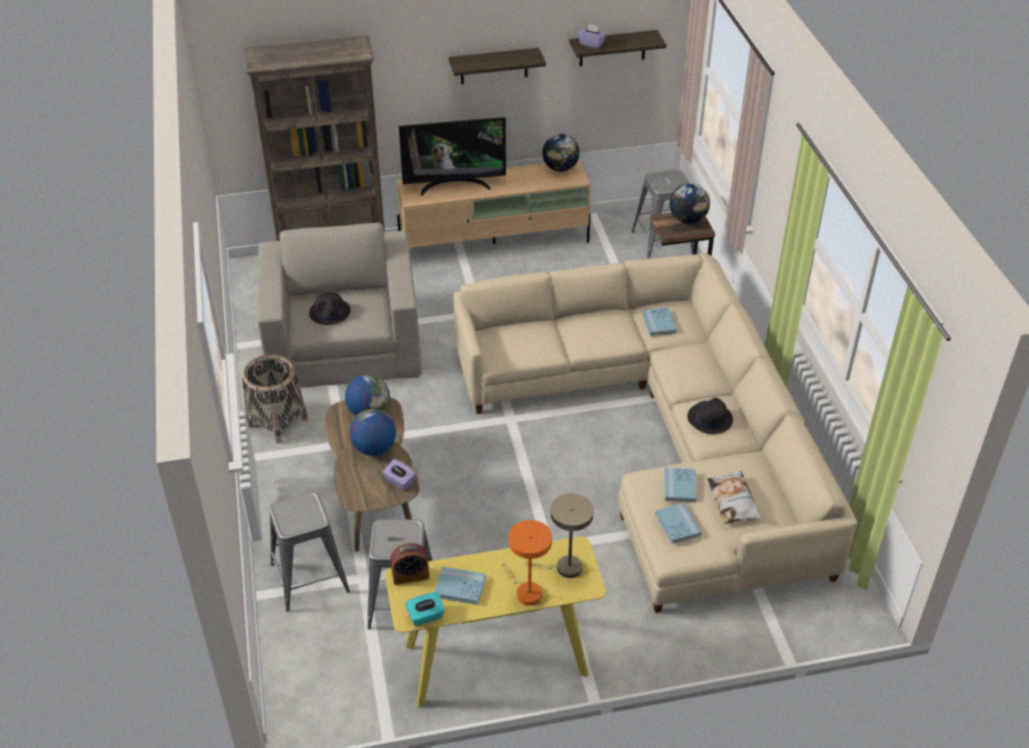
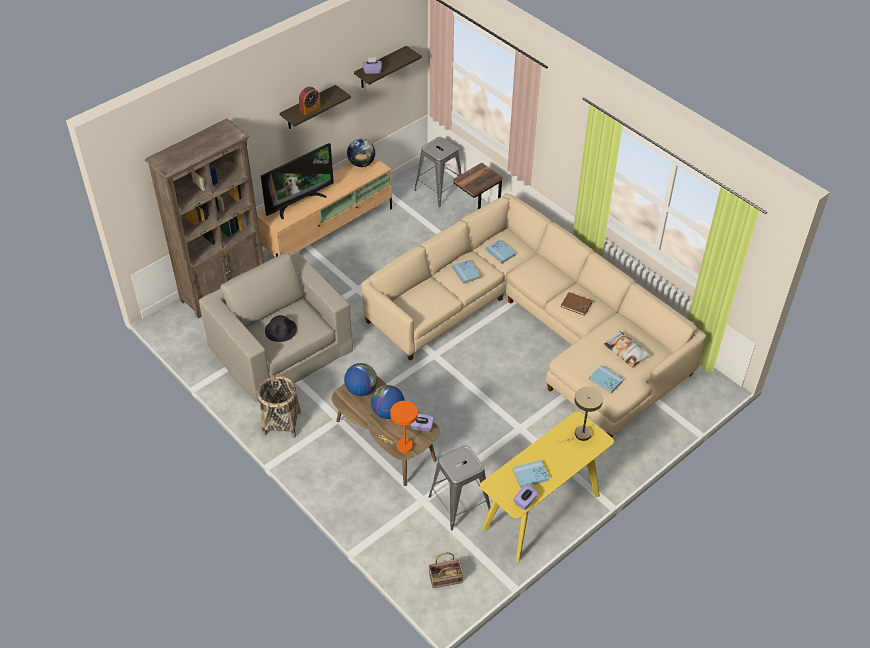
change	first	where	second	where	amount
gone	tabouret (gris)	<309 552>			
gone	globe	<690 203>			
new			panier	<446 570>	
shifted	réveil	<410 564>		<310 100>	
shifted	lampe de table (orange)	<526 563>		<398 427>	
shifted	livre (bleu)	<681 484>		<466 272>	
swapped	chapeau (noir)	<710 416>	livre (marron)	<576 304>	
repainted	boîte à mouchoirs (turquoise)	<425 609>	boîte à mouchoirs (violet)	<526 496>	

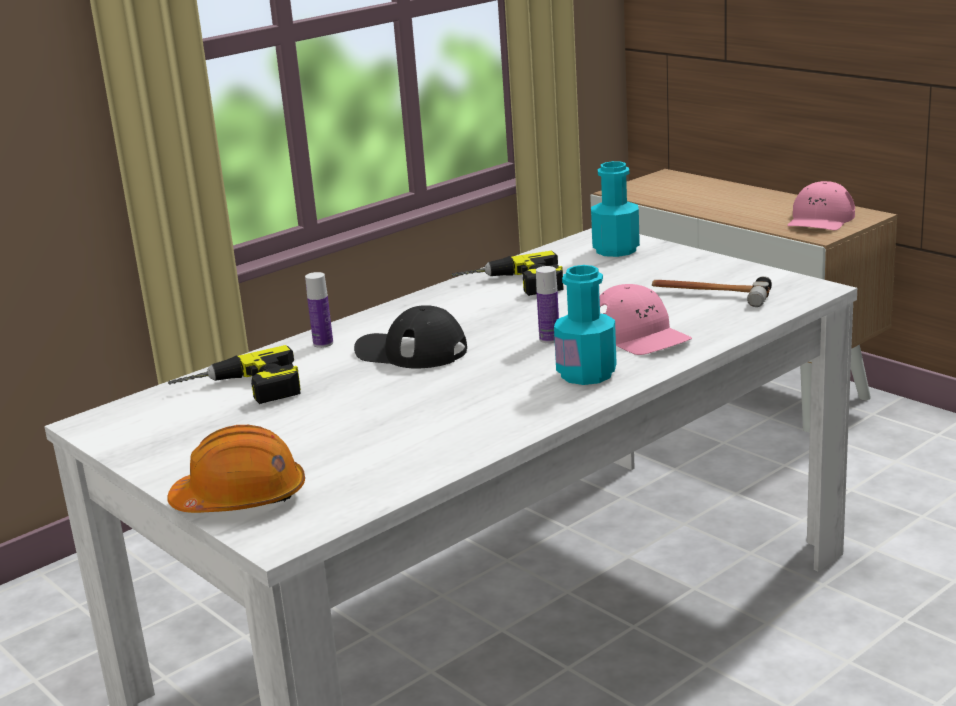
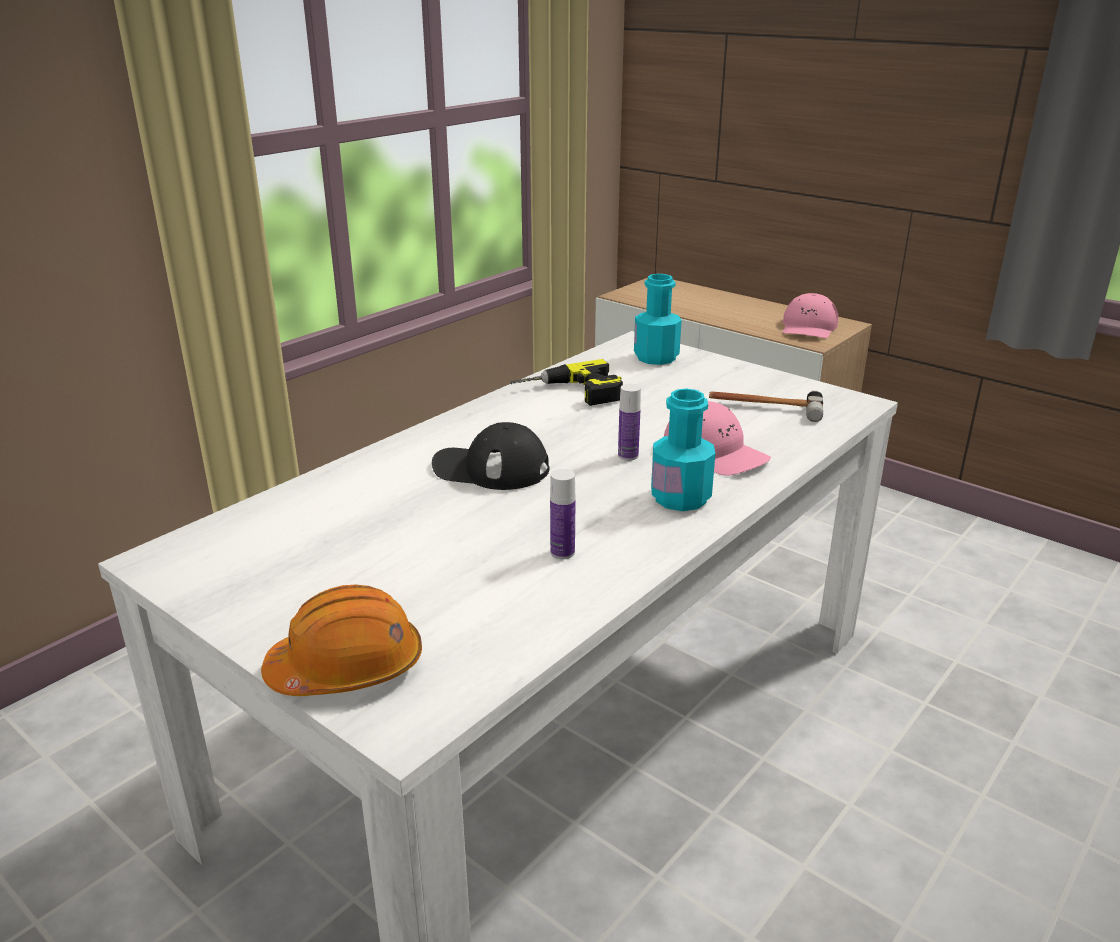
change	first	where	second	where	amount
gone	perceuse	<234 374>			
shifted	bouteille	<319 310>		<563 514>	

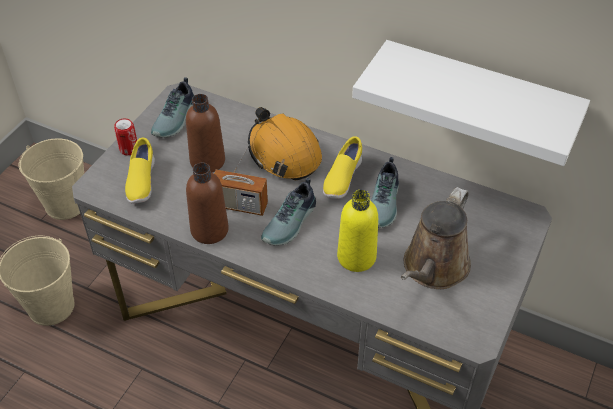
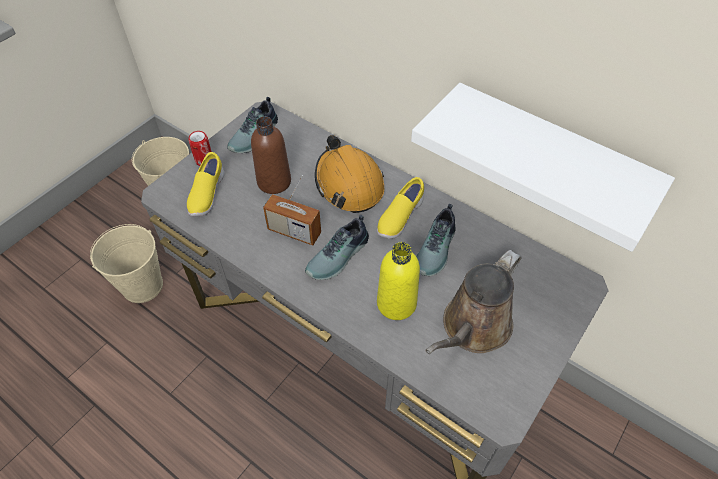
change	first	where	second	where	amount
gone	bouteille (marron)	<207 203>			

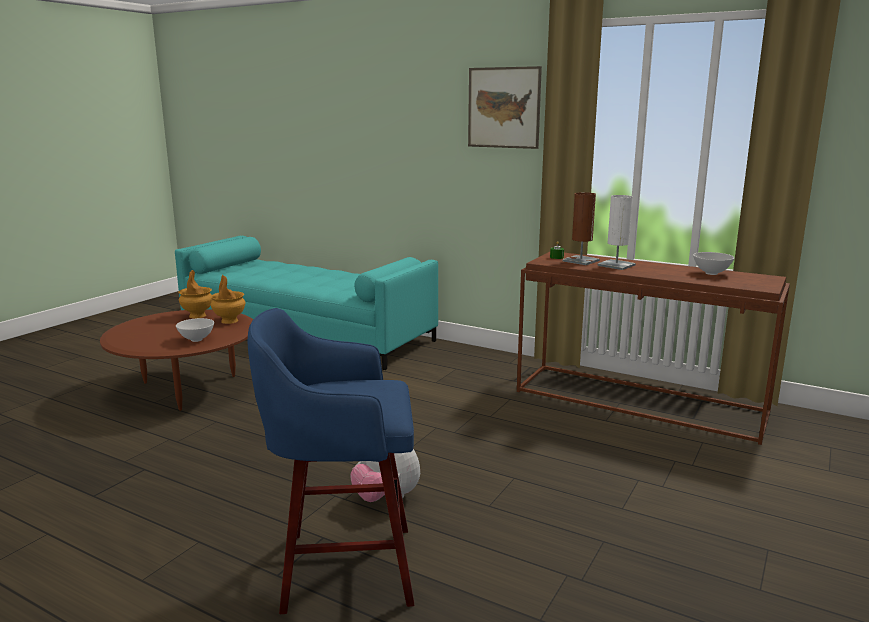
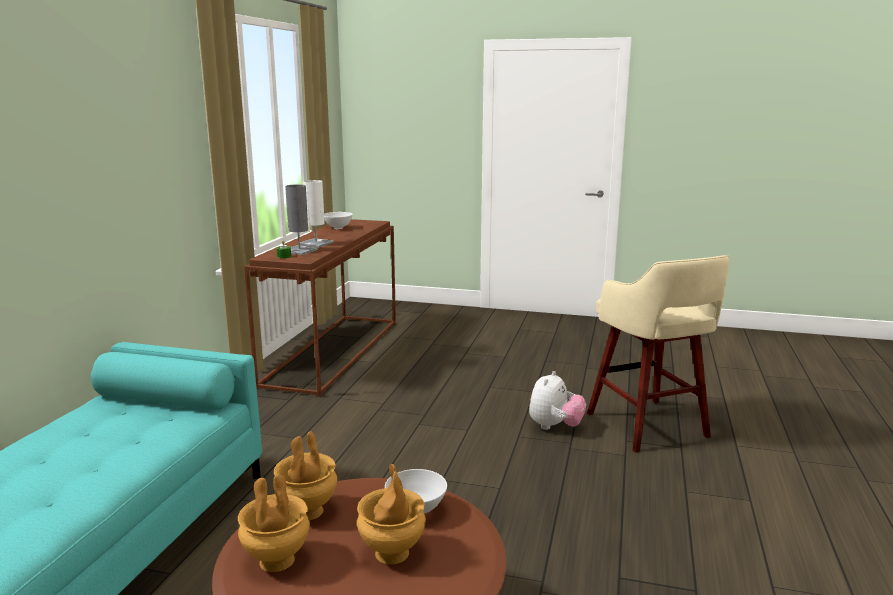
change	first	where	second	where	amount
gone	tableau	<505 107>			
new			vase (marron)	<391 514>	
repainted	tabouret (bleu)	<331 461>	tabouret (beige)	<658 354>	
repainted	lampe de table (marron)	<581 228>	lampe de table (gris)	<301 220>	

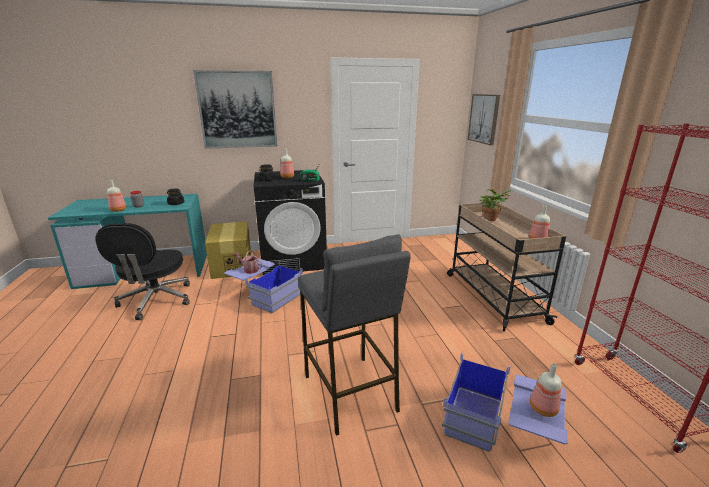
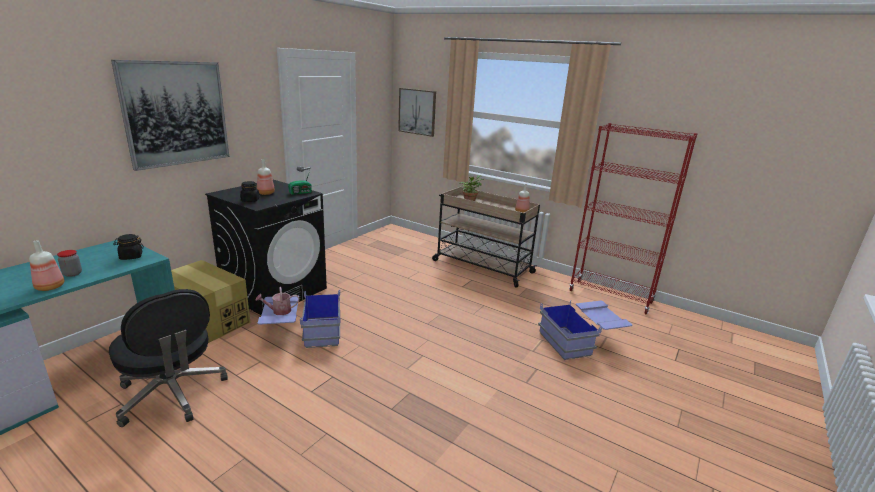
change	first	where	second	where	amount
gone	tabouret (gris)	<354 335>			
gone	bouteille	<546 390>			

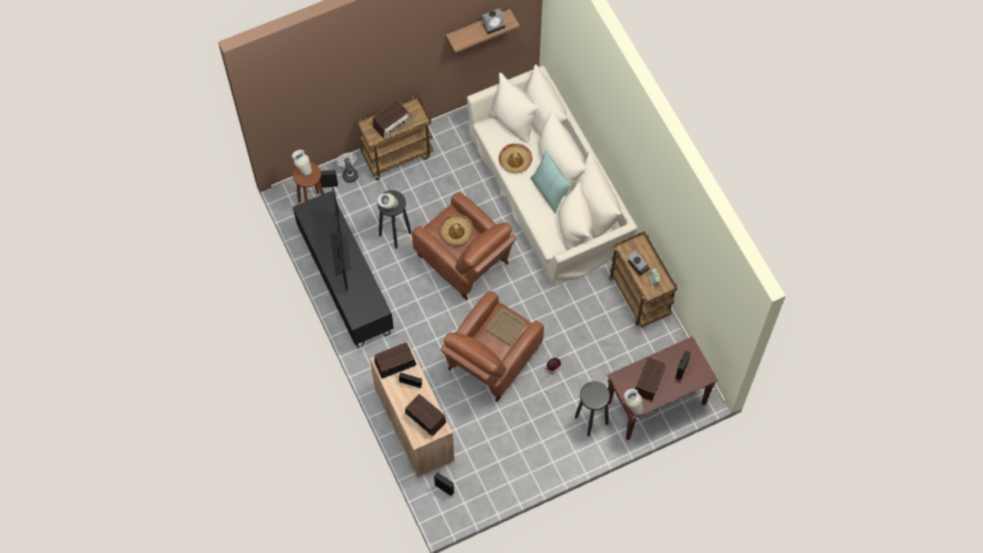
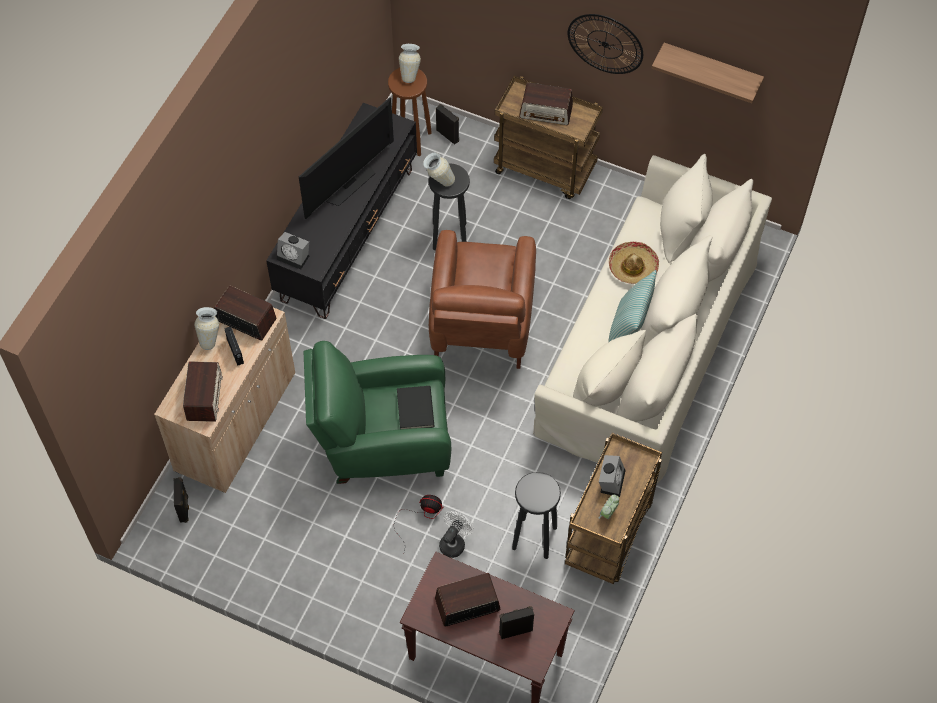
change	first	where	second	where	amount
gone	chapeau	<456 229>			
new			horloge murale	<605 44>	
shifted	ventilateur (blanc)	<347 168>		<456 534>	
shifted	réveil	<493 21>		<293 250>	
shifted	tabouret (noir)	<592 408>		<536 515>	
shifted	vase	<633 402>		<206 328>	
swapped	plateau (beige)	<506 326>	livre (noir)	<415 407>	
repainted	fauteuil (marron)	<492 346>	fauteuil (vert)	<377 412>	

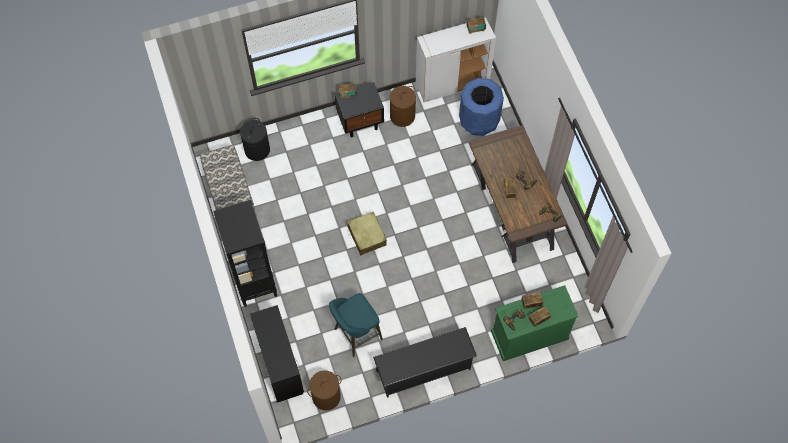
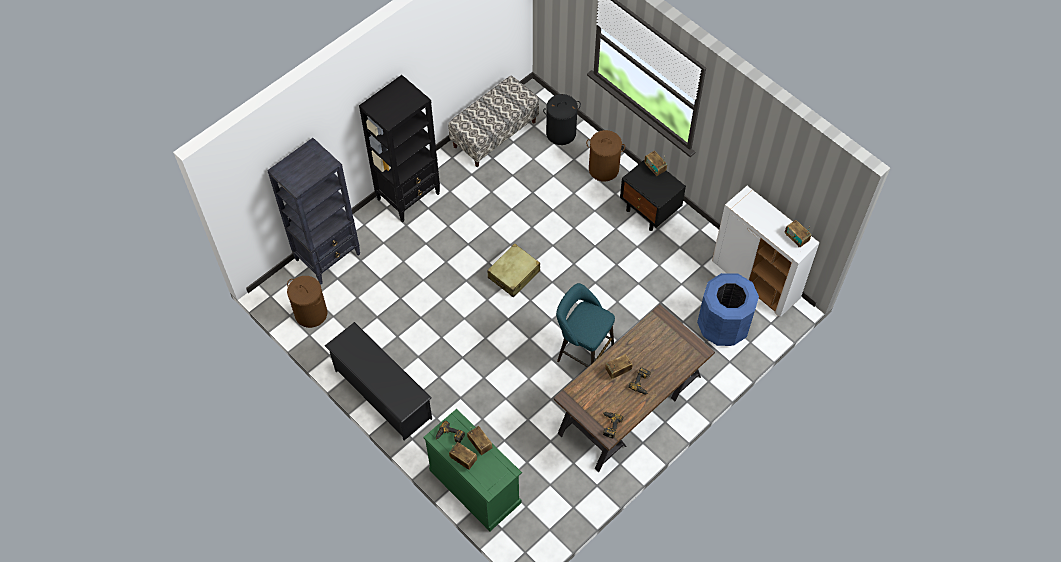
change	first	where	second	where	amount
shifted	tabouret (turquoise)	<356 325>		<585 325>	
shifted	panier à linge (marron)	<403 106>		<605 156>	
swapped	bureau (noir)	<277 354>	bibliothèque (noir)	<313 211>	

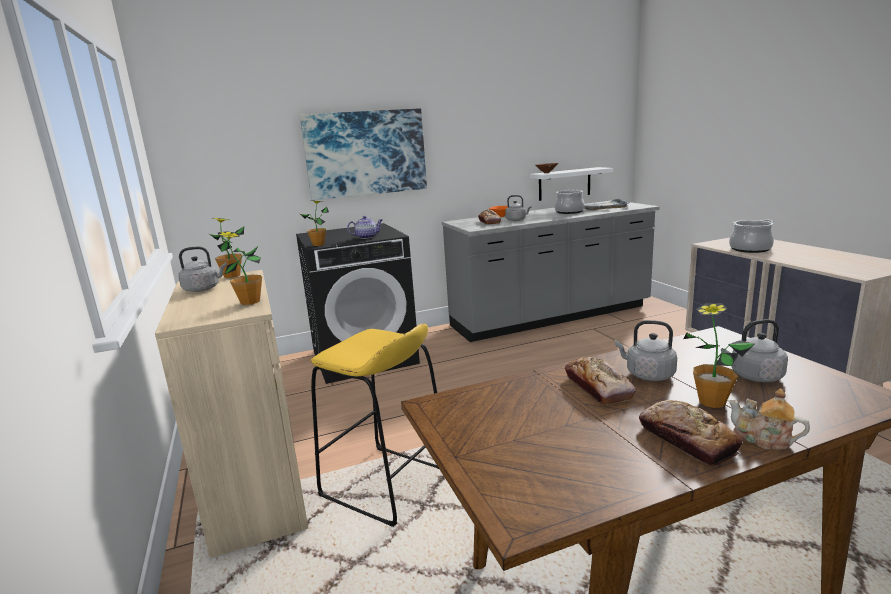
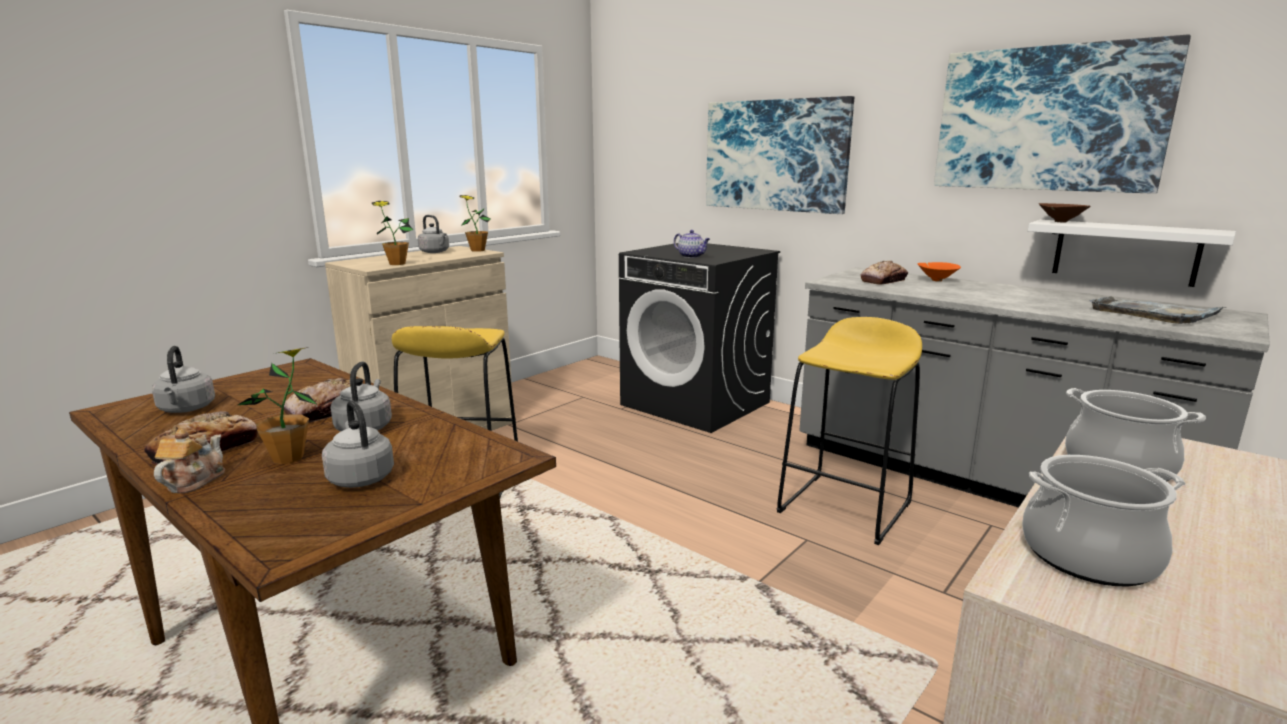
change	first	where	second	where	amount
gone	plante en pot	<314 223>			
new			tabouret (jaune)	<849 431>	
new			tableau	<1062 114>	
shifted	bouilloire (gris)	<518 208>		<183 379>	
shifted	marmite	<569 201>		<1104 520>	

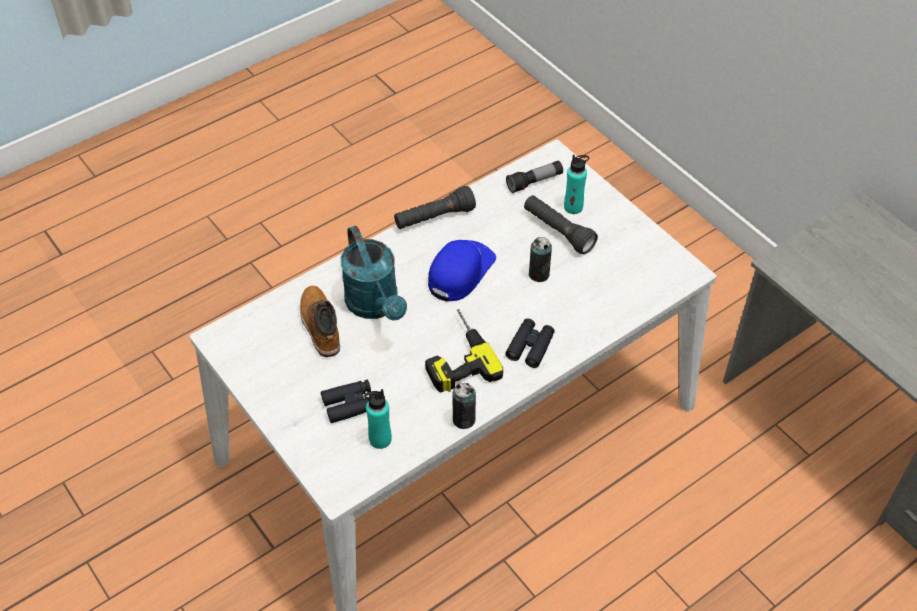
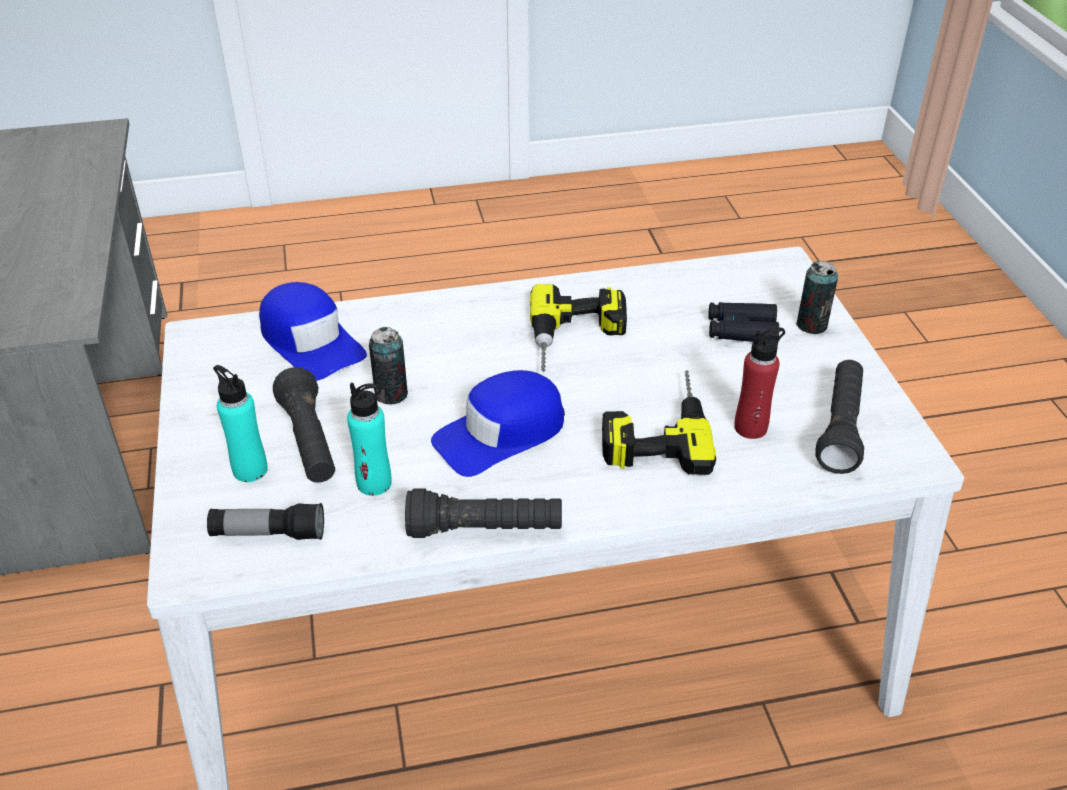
change	first	where	second	where	amount
gone	jumelles (noir)	<530 343>			
new			casquette (bleu)	<313 331>	
new			lampe de poche (noir)	<839 417>	
shifted	bouteille (turquoise)	<378 419>		<369 439>	
shifted	boîte métallique	<464 406>		<817 297>	
swapped	botte	<320 321>	bouteille (rouge)	<759 383>	
swapped	arrosoir (turquoise)	<374 273>	perceuse	<659 423>	

